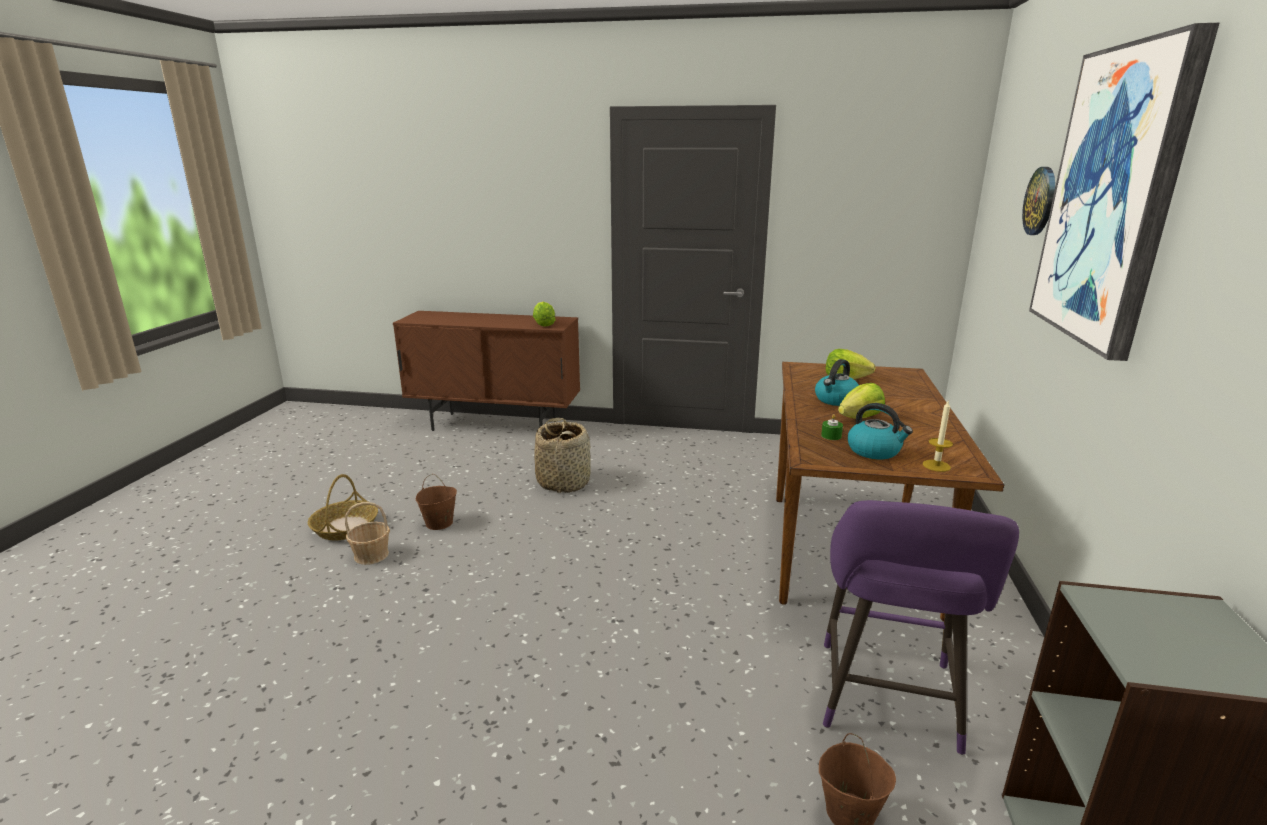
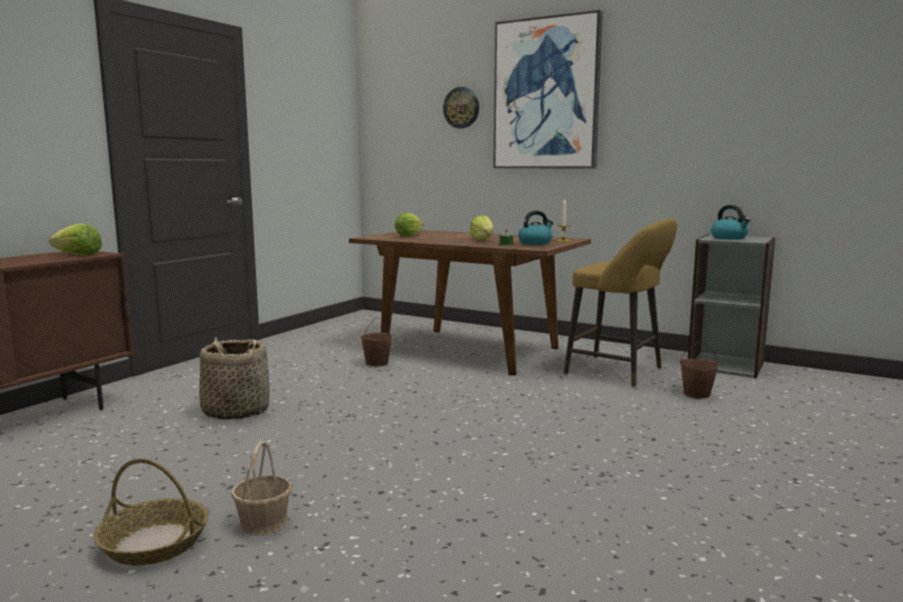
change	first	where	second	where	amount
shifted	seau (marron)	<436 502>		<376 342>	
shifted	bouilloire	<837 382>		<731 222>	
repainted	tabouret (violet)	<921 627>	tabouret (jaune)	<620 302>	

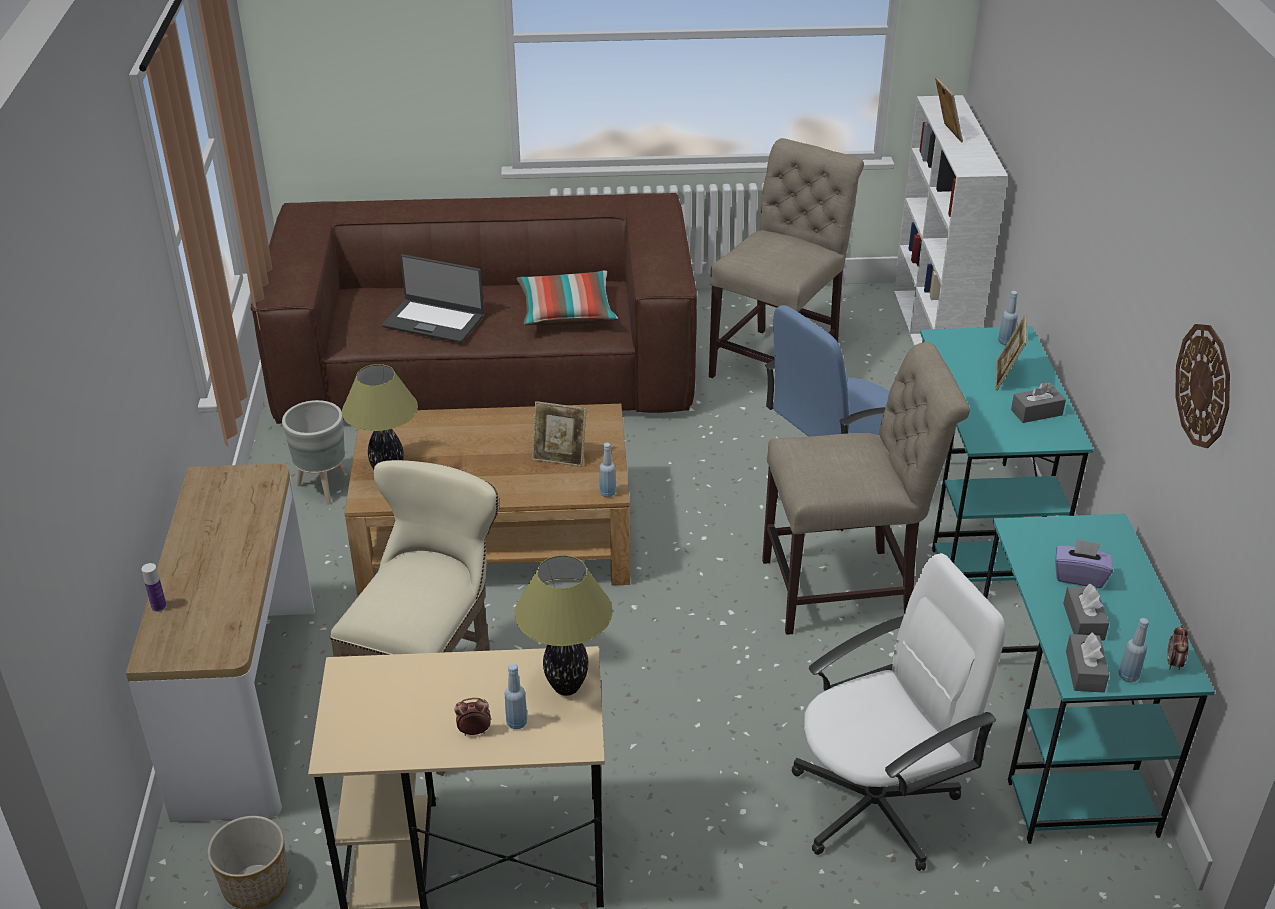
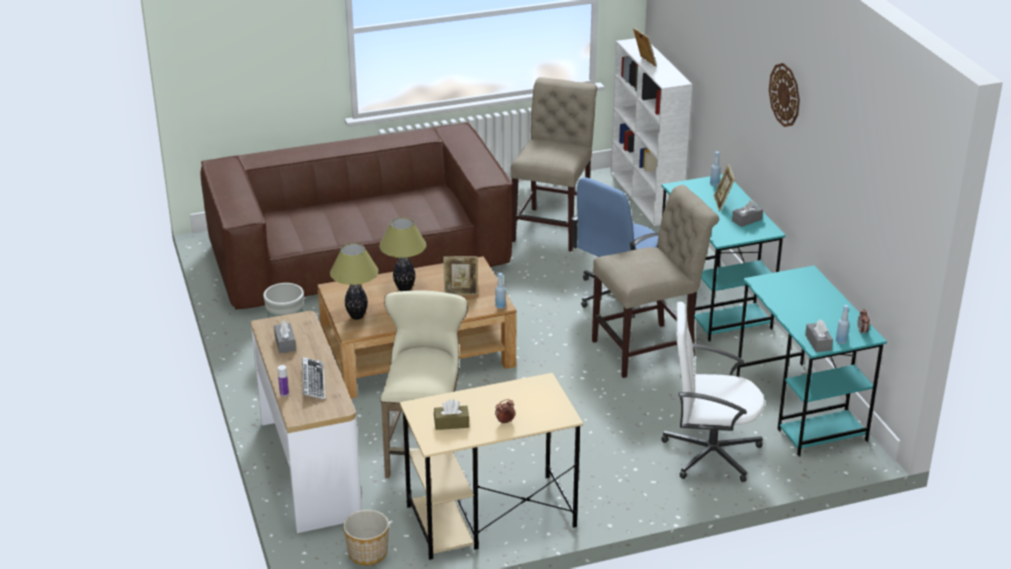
change	first	where	second	where	amount
gone	ordinateur portable	<433 298>			
gone	bouteille (bleu)	<515 696>			
gone	coussin	<567 298>			
gone	boîte à mouchoirs (violet)	<1084 563>			
new			clavier	<313 378>	
new			boîte à mouchoirs (marron)	<451 414>	
shifted	lampe de table	<563 625>		<402 254>	
shifted	boîte à mouchoirs (gris)	<1086 612>		<285 336>	
shifted	horloge murale	<1202 386>		<784 95>	
rotated	chaise de bureau (blanc)	<898 712>		<713 392>	135 degrees counterclockwise

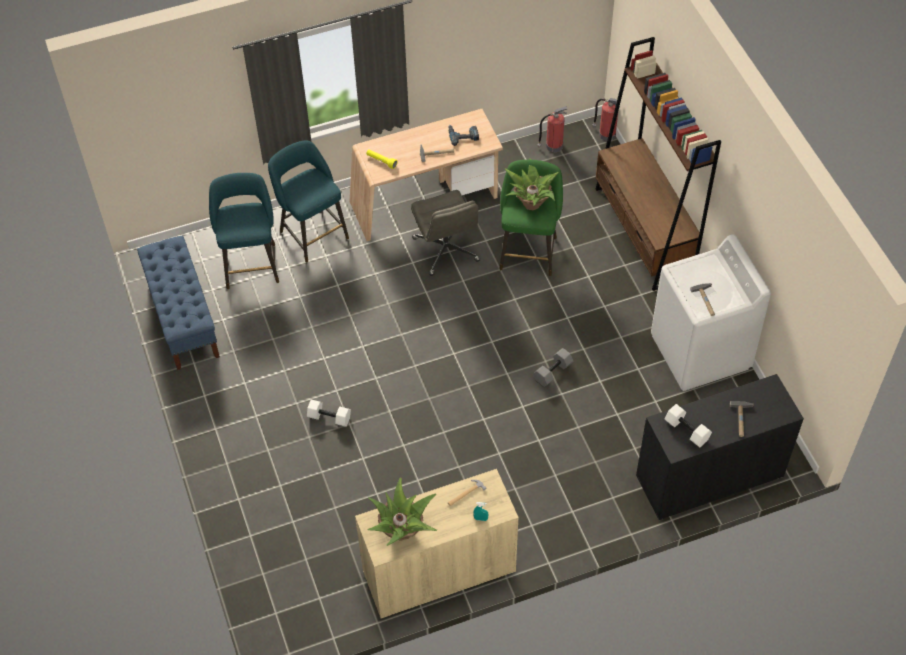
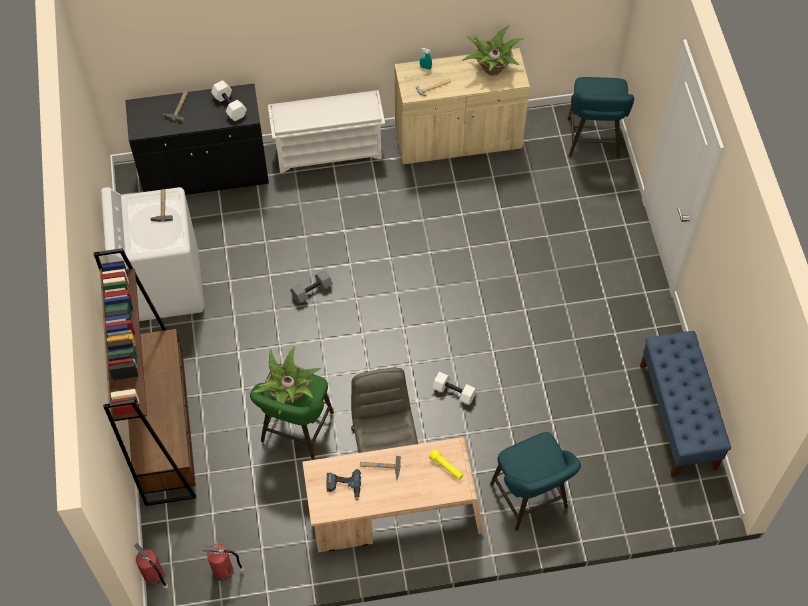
change	first	where	second	where	amount
new			étagère à chaussures (blanc)	<326 131>	
shifted	tabouret (turquoise)	<244 231>		<601 118>	
shifted	haltère (blanc)	<329 413>		<454 388>	

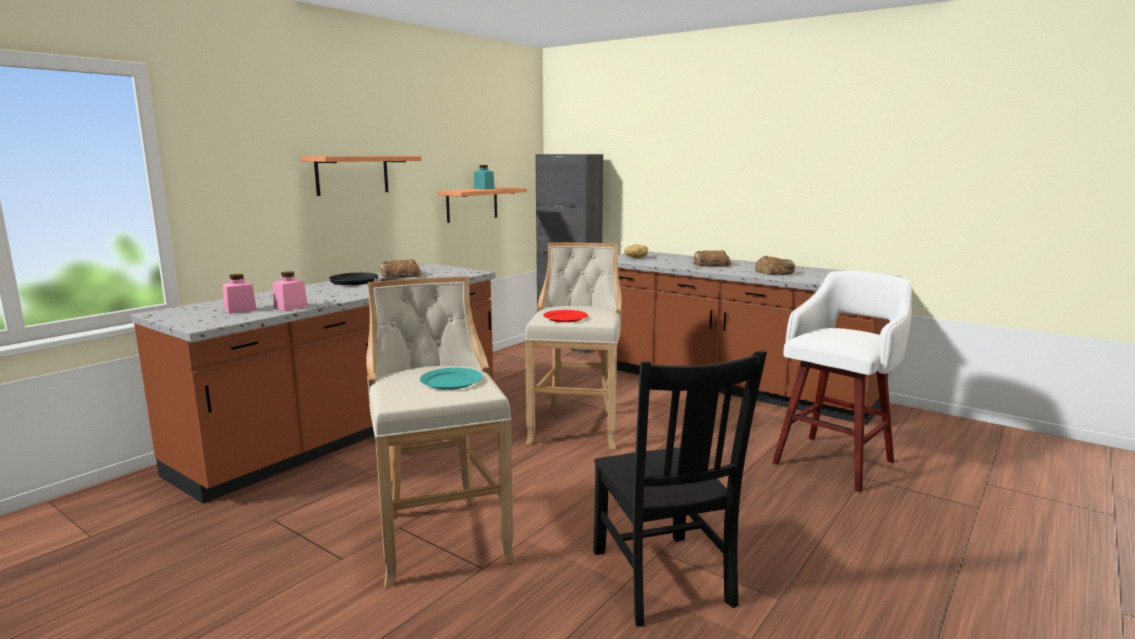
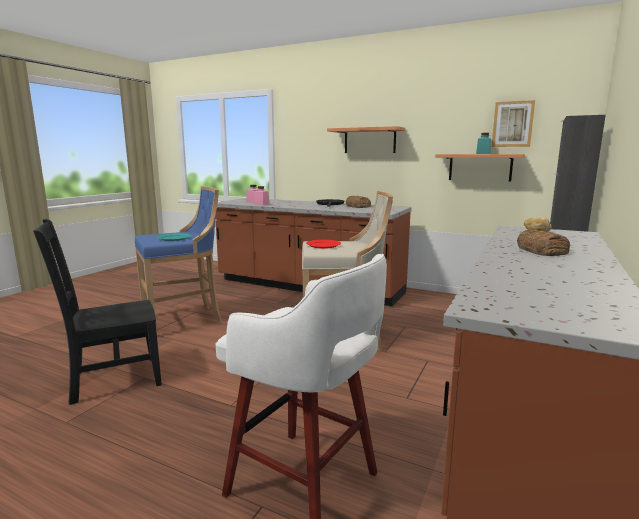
change	first	where	second	where	amount
gone	pain	<775 265>			
new			tableau	<513 123>	
repainted	tabouret (beige)	<441 432>	tabouret (bleu)	<178 259>	

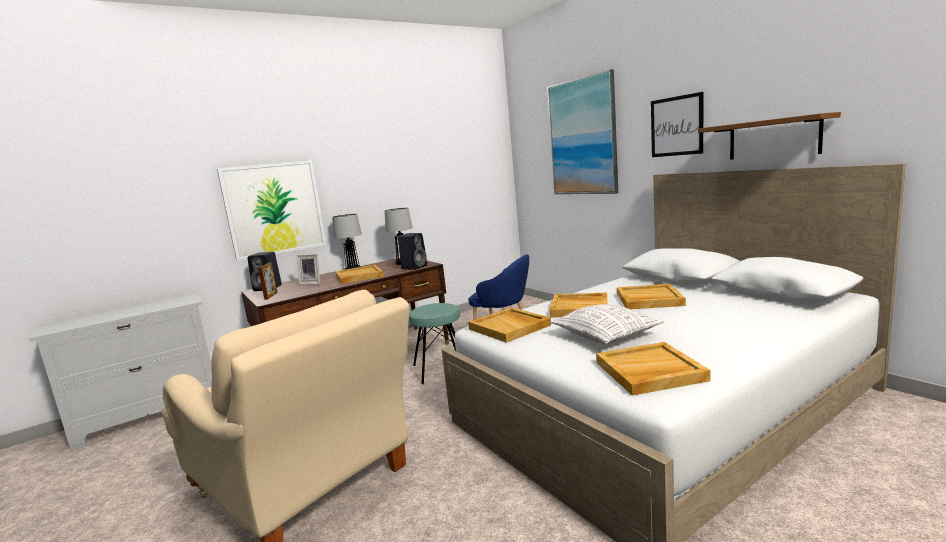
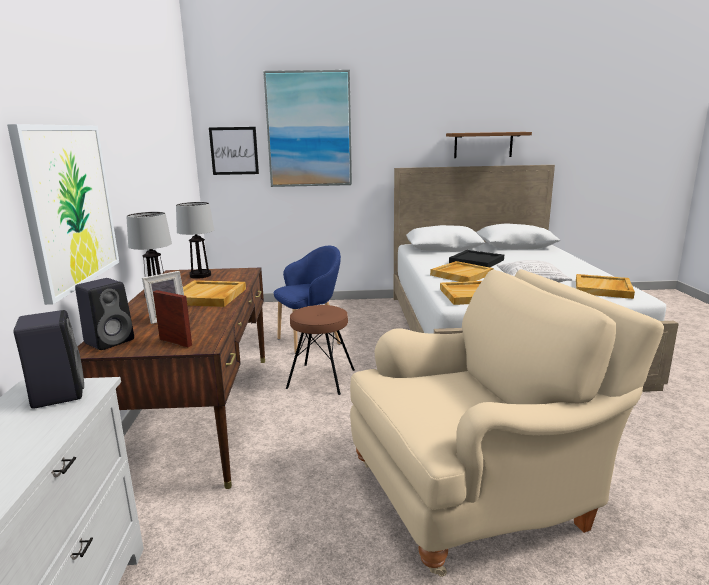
change	first	where	second	where	amount
shifted	enceinte (noir)	<412 251>		<49 359>	
shifted	tableau	<677 124>		<234 151>	
repainted	tabouret (turquoise)	<434 343>	tabouret (marron)	<320 350>	
repainted	plateau (beige)	<651 296>	plateau (noir)	<476 258>	

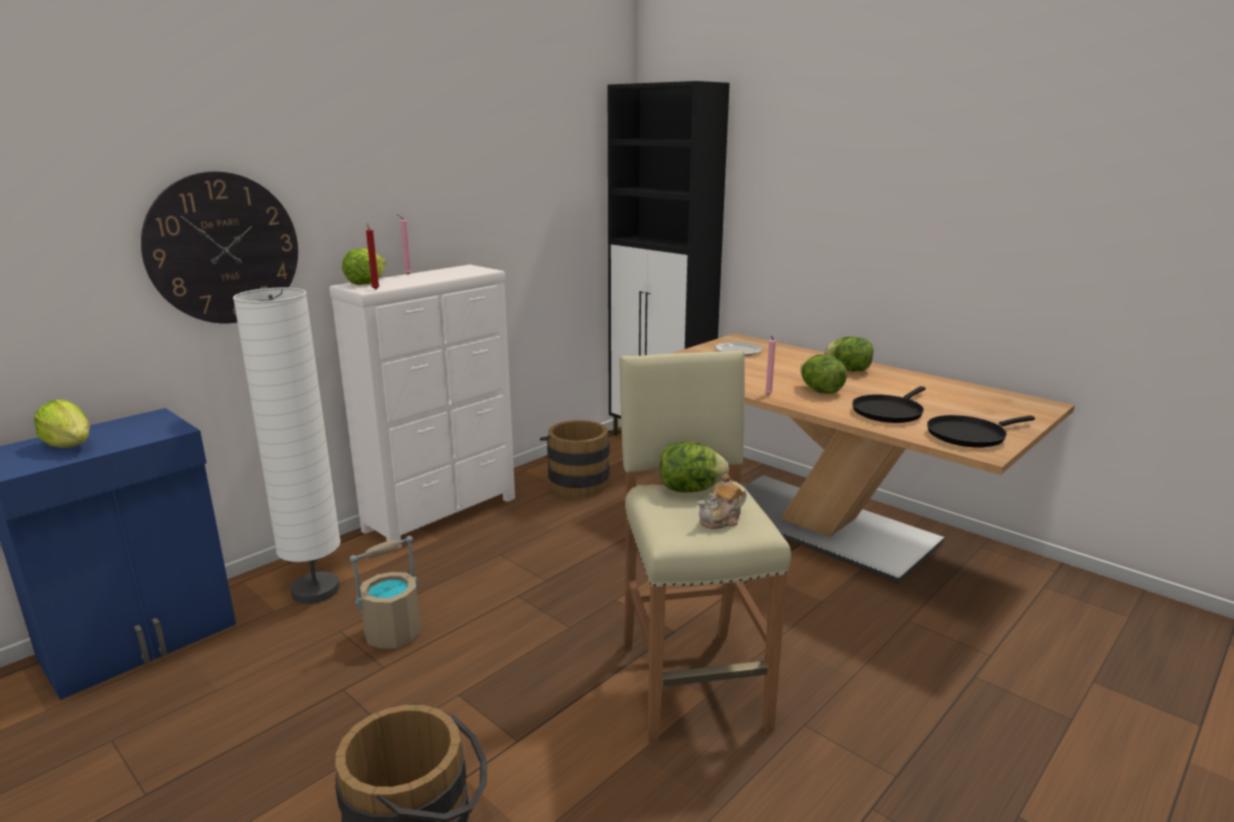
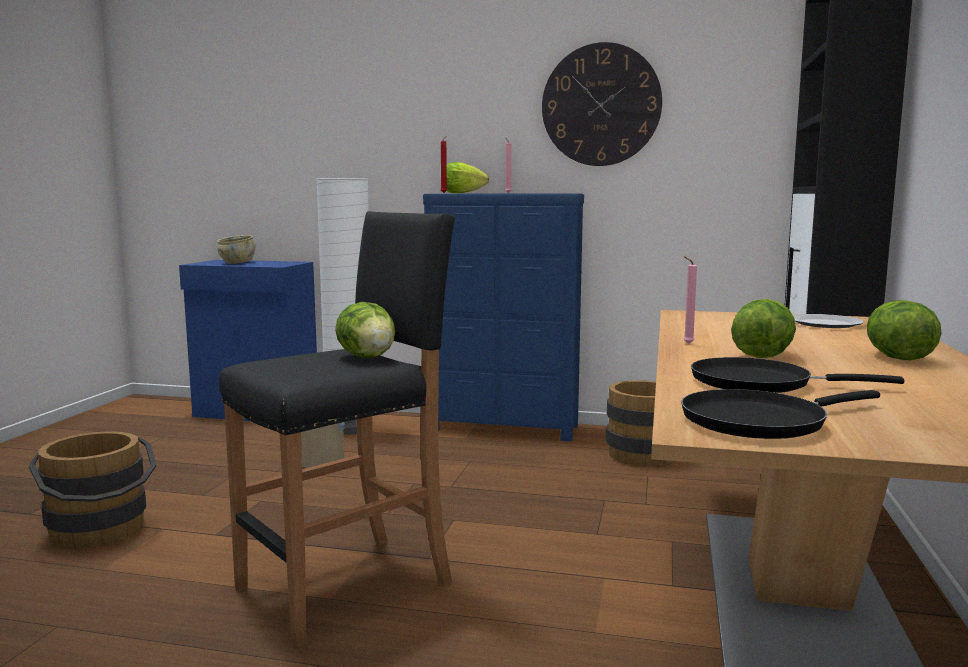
change	first	where	second	where	amount
gone	théière	<722 501>			
shifted	horloge murale	<219 247>		<602 104>	
swapped	laitue	<62 423>	bol (beige)	<236 249>	
repainted	commode (blanc)	<422 407>	commode (bleu)	<503 317>	
repainted	tabouret (beige)	<705 548>	tabouret (noir)	<337 429>	
rotated	poêle (noir)	<981 431>		<780 414>	60 degrees counterclockwise

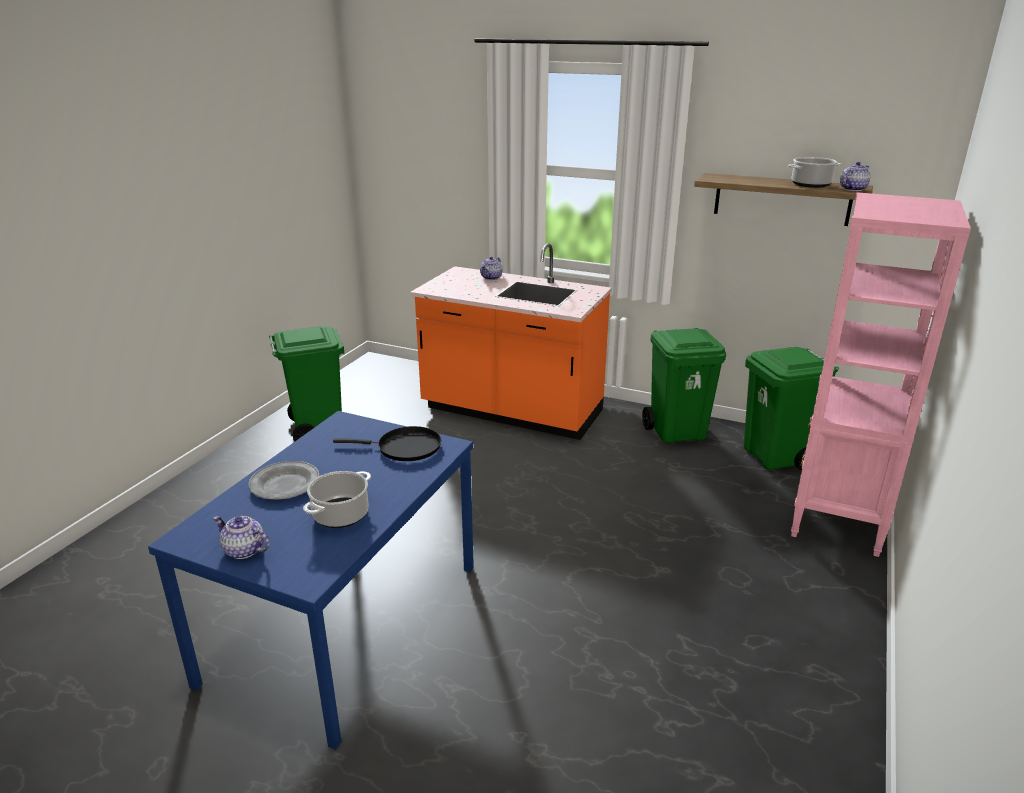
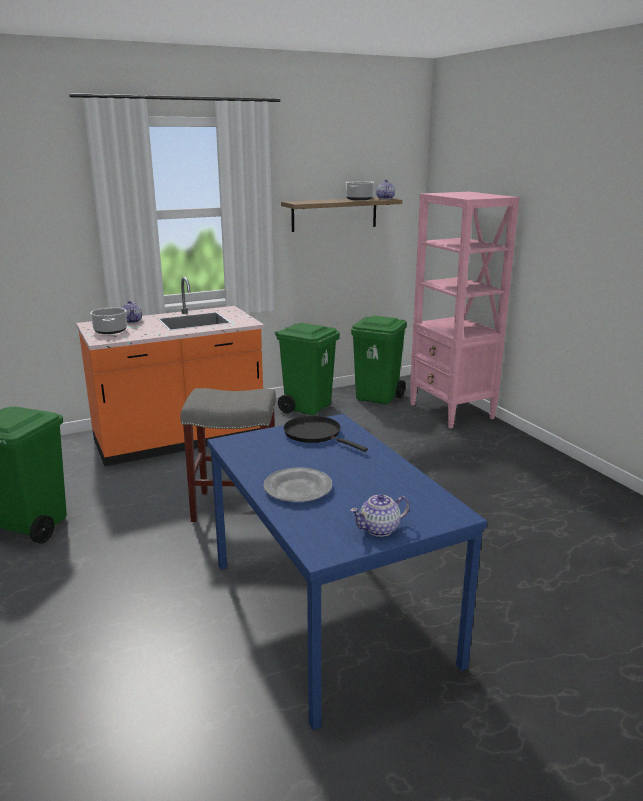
change	first	where	second	where	amount
new			tabouret (gris)	<228 455>	
shifted	marmite	<337 499>		<108 320>	
rotated	poêle (noir)	<387 443>		<325 434>	90 degrees counterclockwise

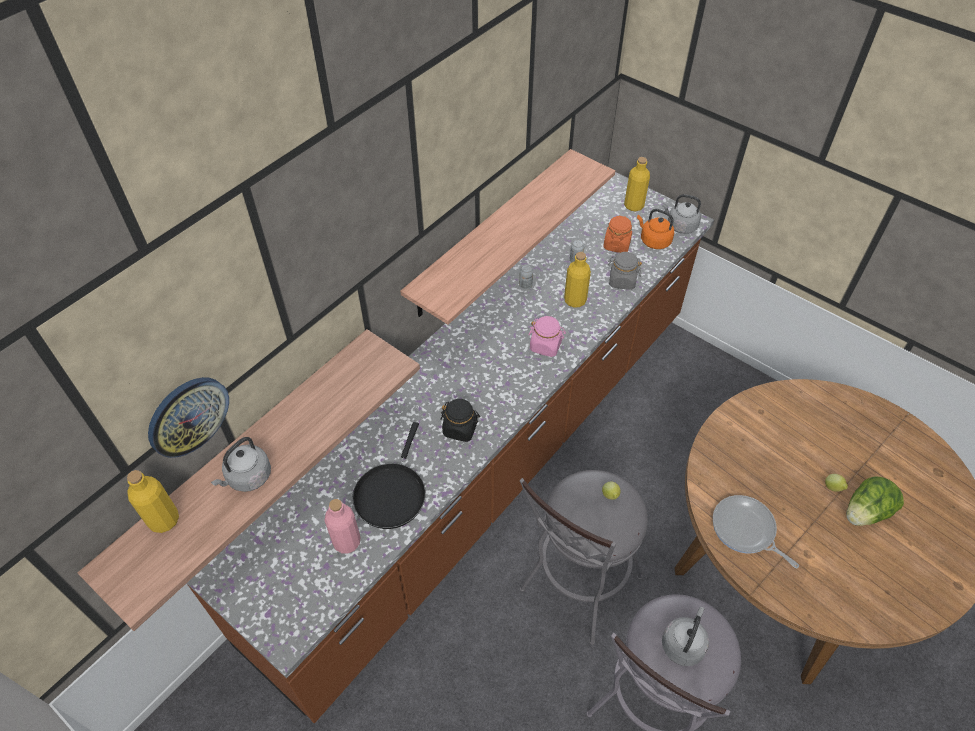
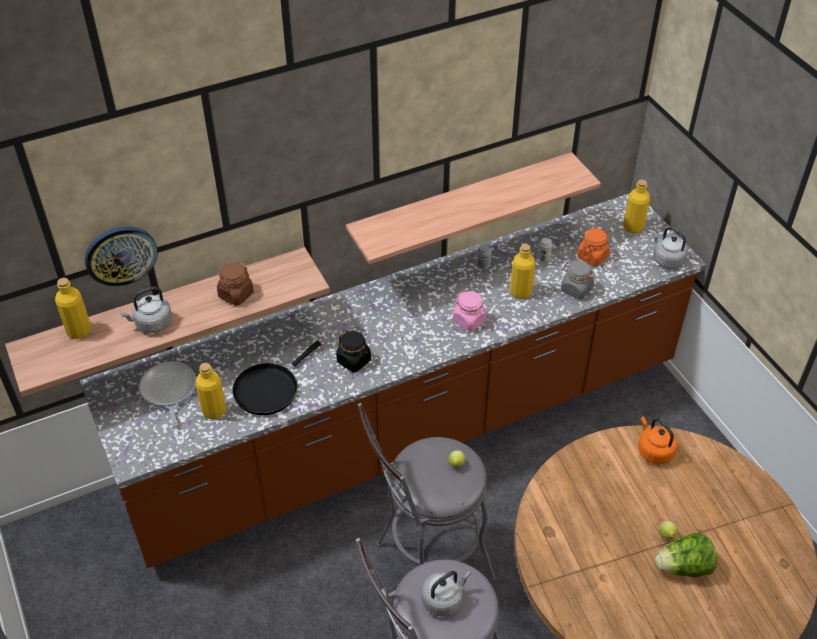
change	first	where	second	where	amount
new			bocal (marron)	<235 284>	
shifted	bouilloire (orange)	<655 229>		<657 440>	
shifted	poêle	<756 532>		<167 394>	
repainted	bouteille (rose)	<342 526>	bouteille (jaune)	<211 391>	

